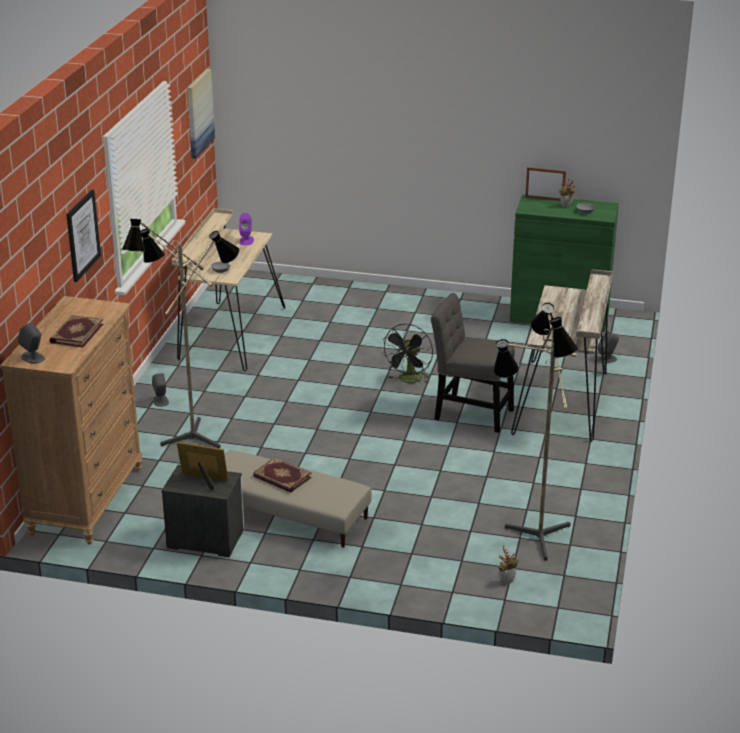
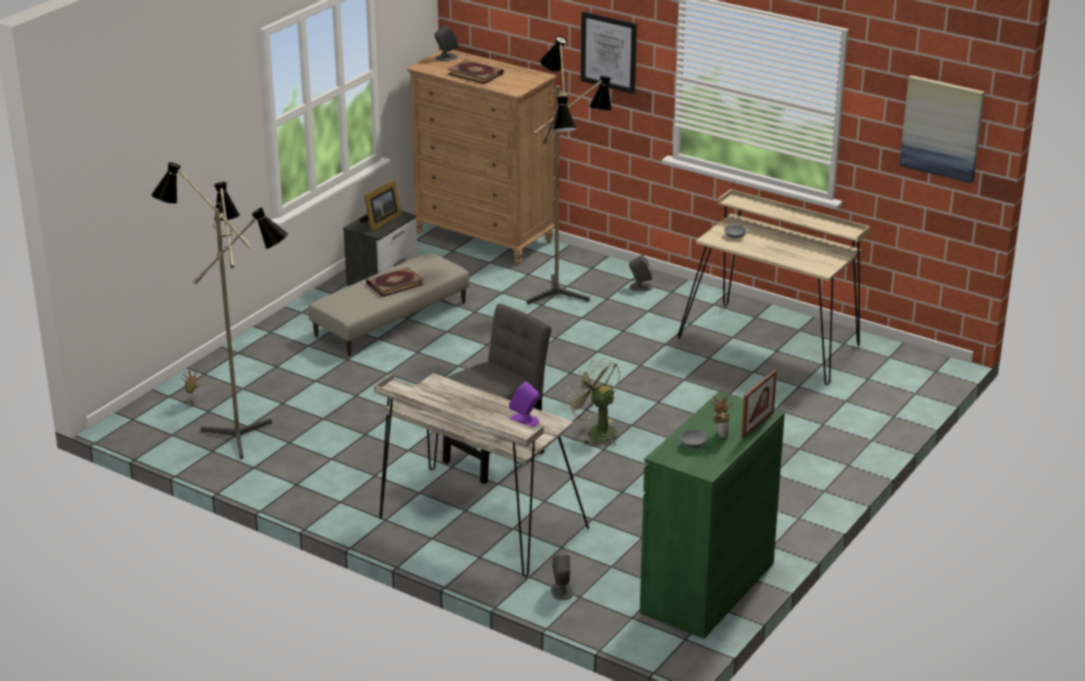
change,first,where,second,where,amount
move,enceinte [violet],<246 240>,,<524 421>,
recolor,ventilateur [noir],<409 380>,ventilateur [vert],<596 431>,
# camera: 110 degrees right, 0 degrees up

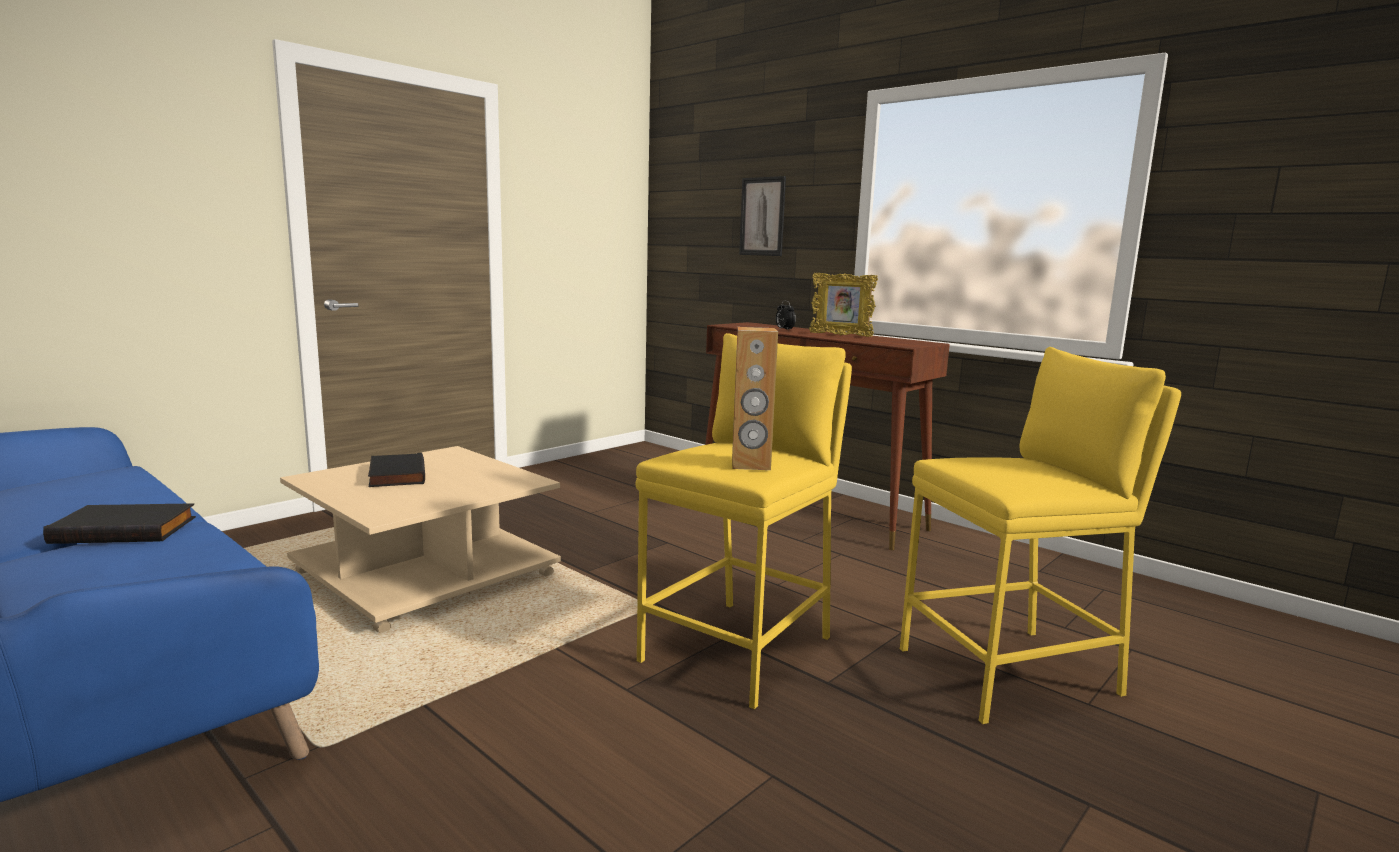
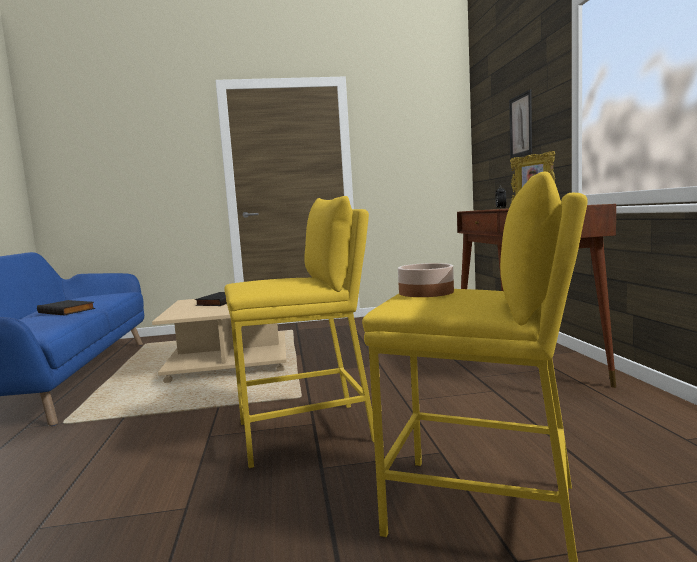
change,first,where,second,where,amount
insert,,,bol,<425 292>,
delete,enceinte [marron],<751 465>,,,
# camera: 40 degrees right, 5 degrees down

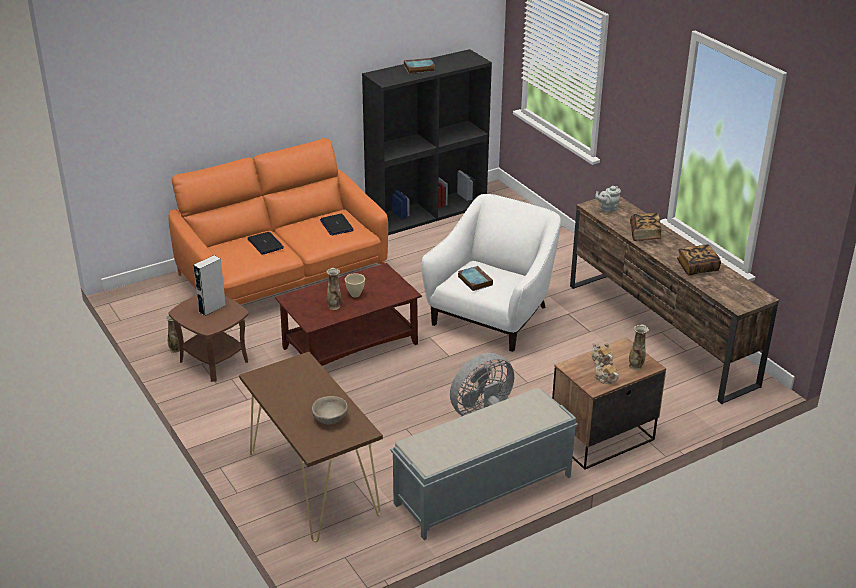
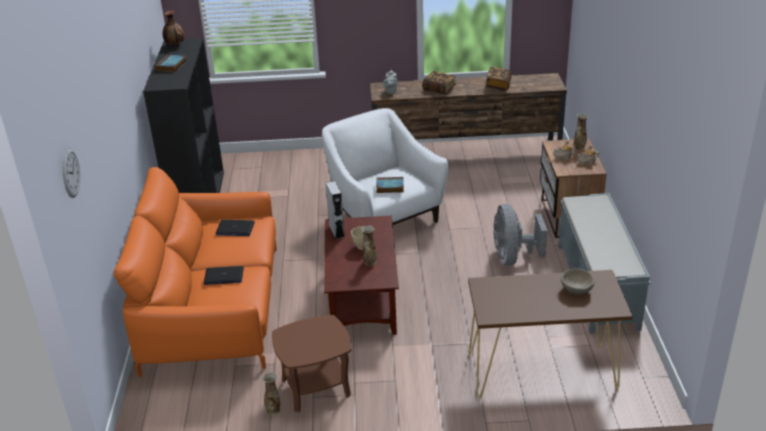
change,first,where,second,where,amount
insert,,,horloge murale,<70 173>,
insert,,,vase,<174 45>,
move,enceinte [gris],<212 308>,,<336 231>,
# camera: 60 degrees left, 0 degrees up

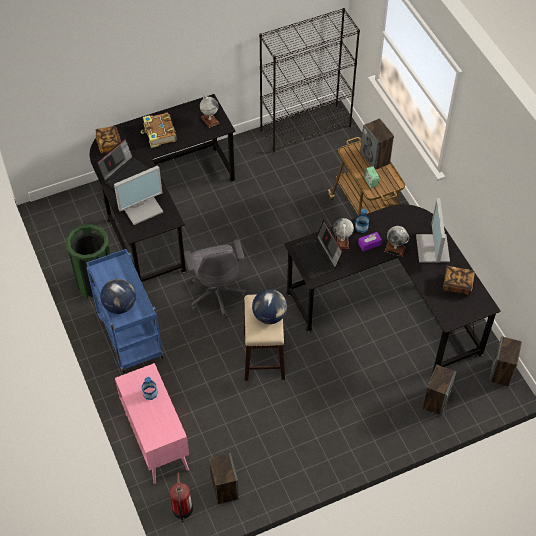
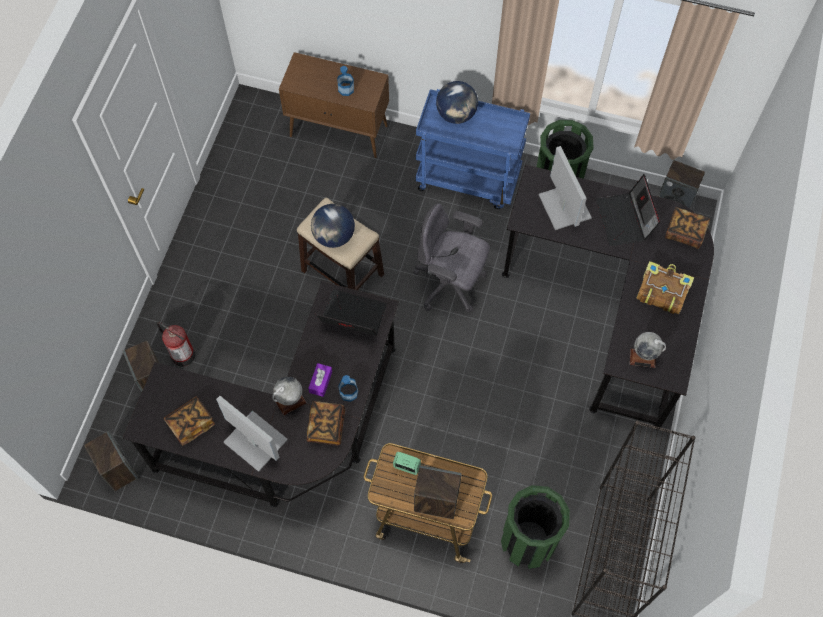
change,first,where,second,where,amount
move,extincteur,<182 510>,,<181 354>,
recolor,meuble de rangement [rose],<156 441>,meuble de rangement [marron],<339 131>,
insert,,,livre,<326 427>,
insert,,,poubelle [vert],<528 541>,
rotate,écran d'ordinateur,<142 207>,,<563 206>,150 degrees clockwise
move,enceinte,<224 488>,,<674 202>,
delete,globe,<342 241>,,,
# camera: 130 degrees right, 10 degrees up

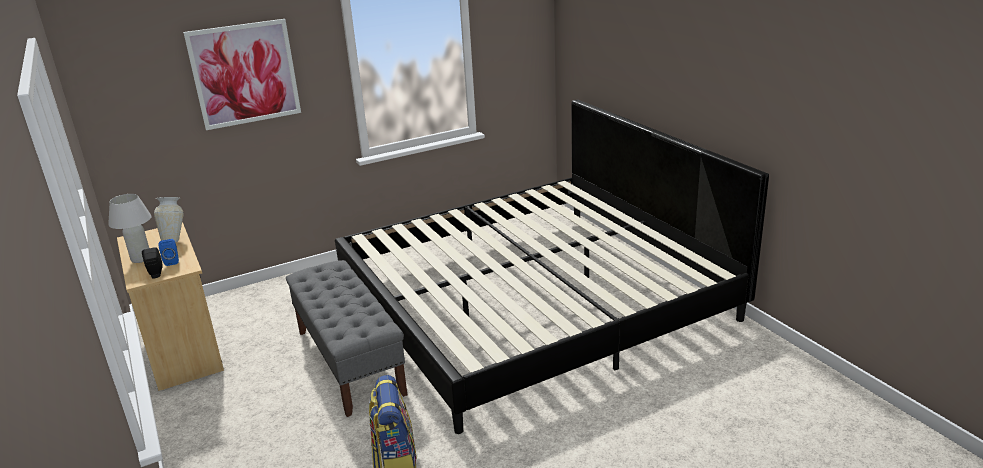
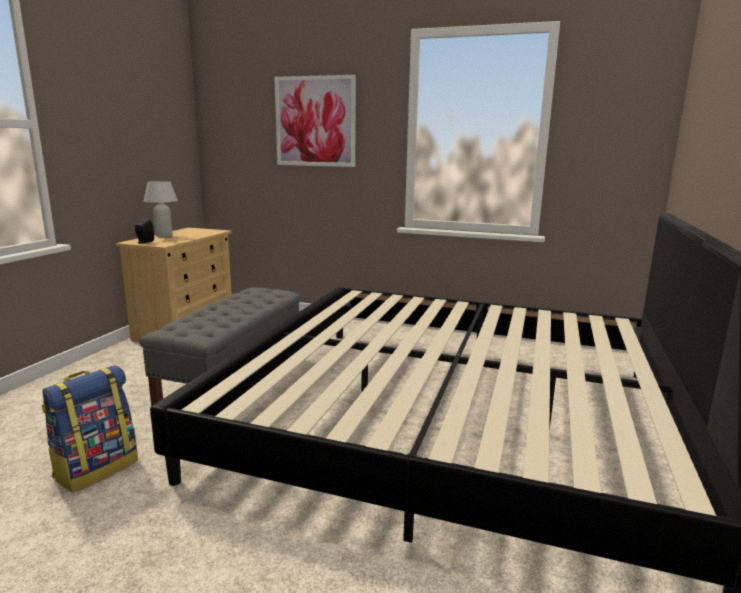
change,first,where,second,where,amount
delete,vase,<175 239>,,,
delete,enceinte [bleu],<172 261>,,,
# camera: 45 degrees right, 10 degrees down

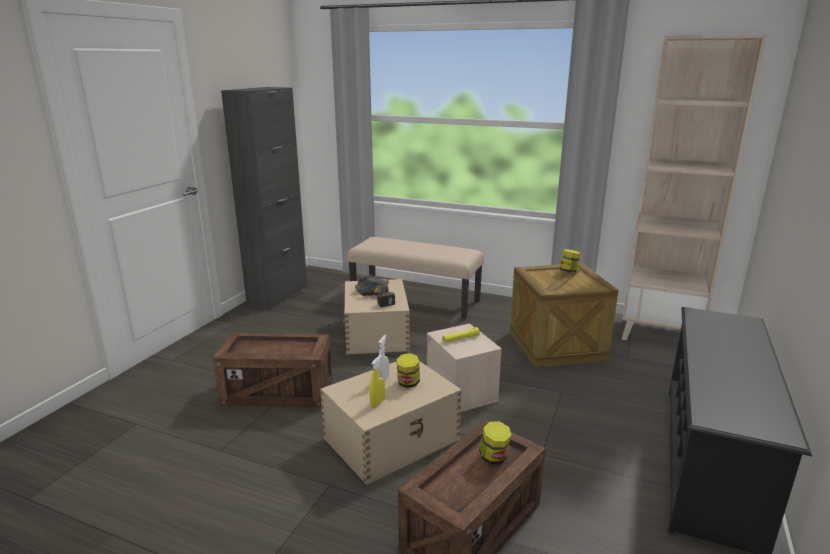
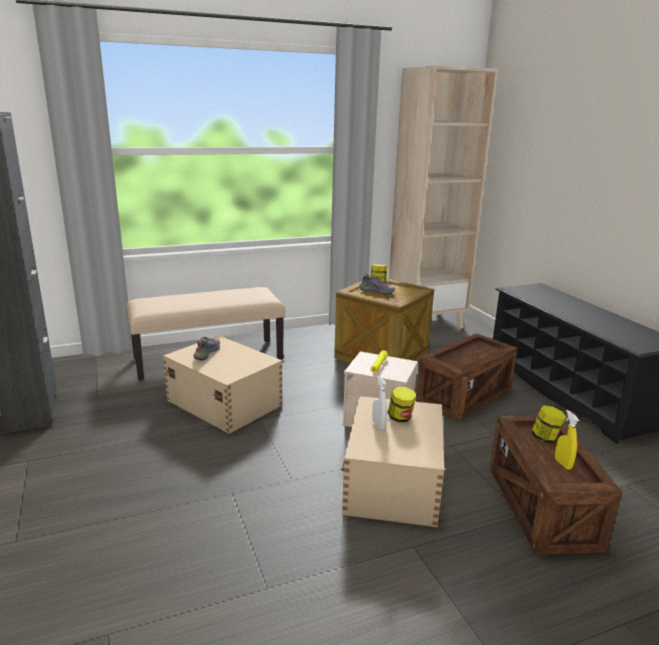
change,first,where,second,where,amount
insert,,,chaussure,<377 291>,
move,caisse,<278 392>,,<464 397>,
move,vaporisateur [jaune],<377 403>,,<563 464>,
delete,perceuse,<377 300>,,,
# camera: 45 degrees left, 0 degrees up

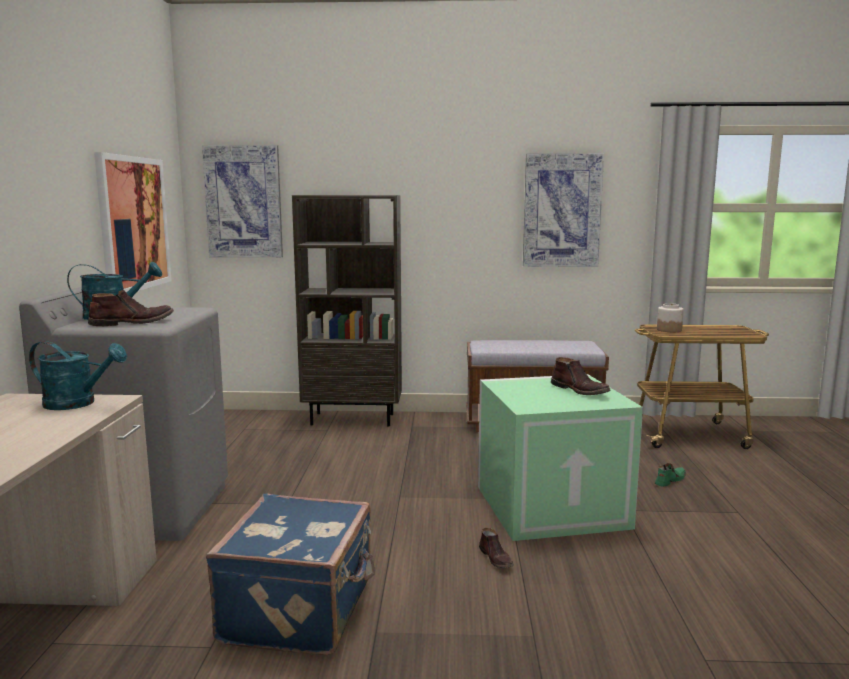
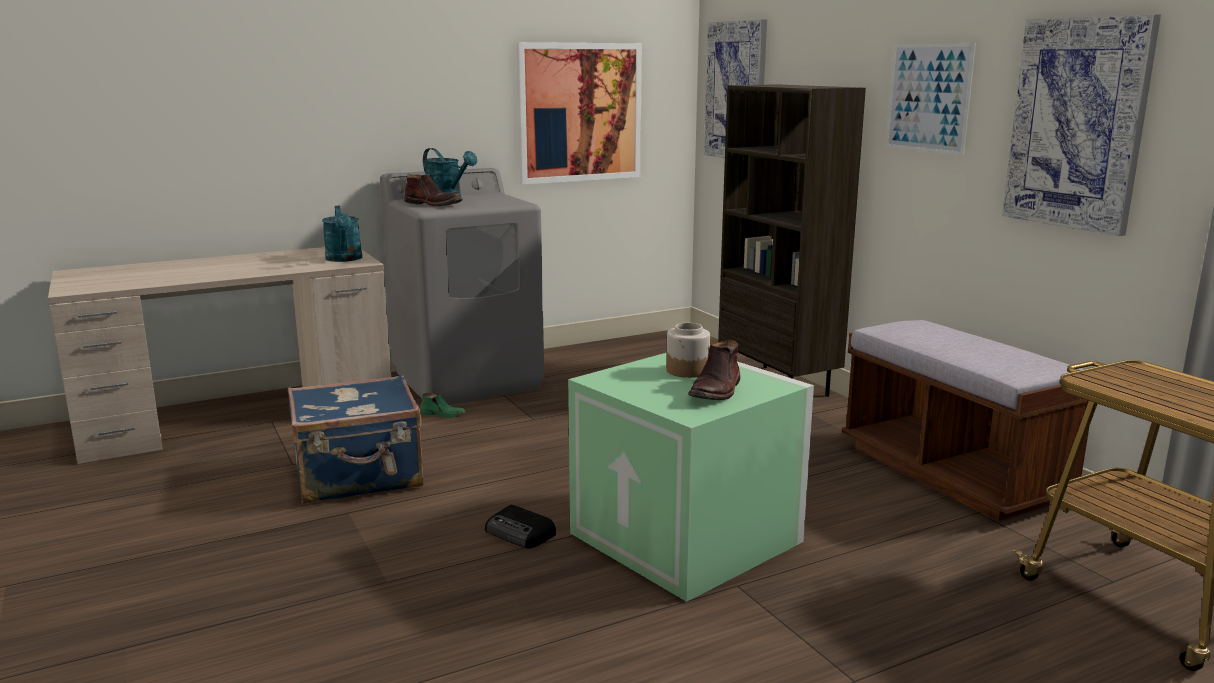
change,first,where,second,where,amount
move,chaussure [vert],<669 480>,,<443 414>,
replace,chaussure [marron],<496 559>,radio,<520 533>,
move,bocal,<669 330>,,<688 371>,
insert,,,tableau,<928 98>,
# camera: 60 degrees right, 5 degrees up

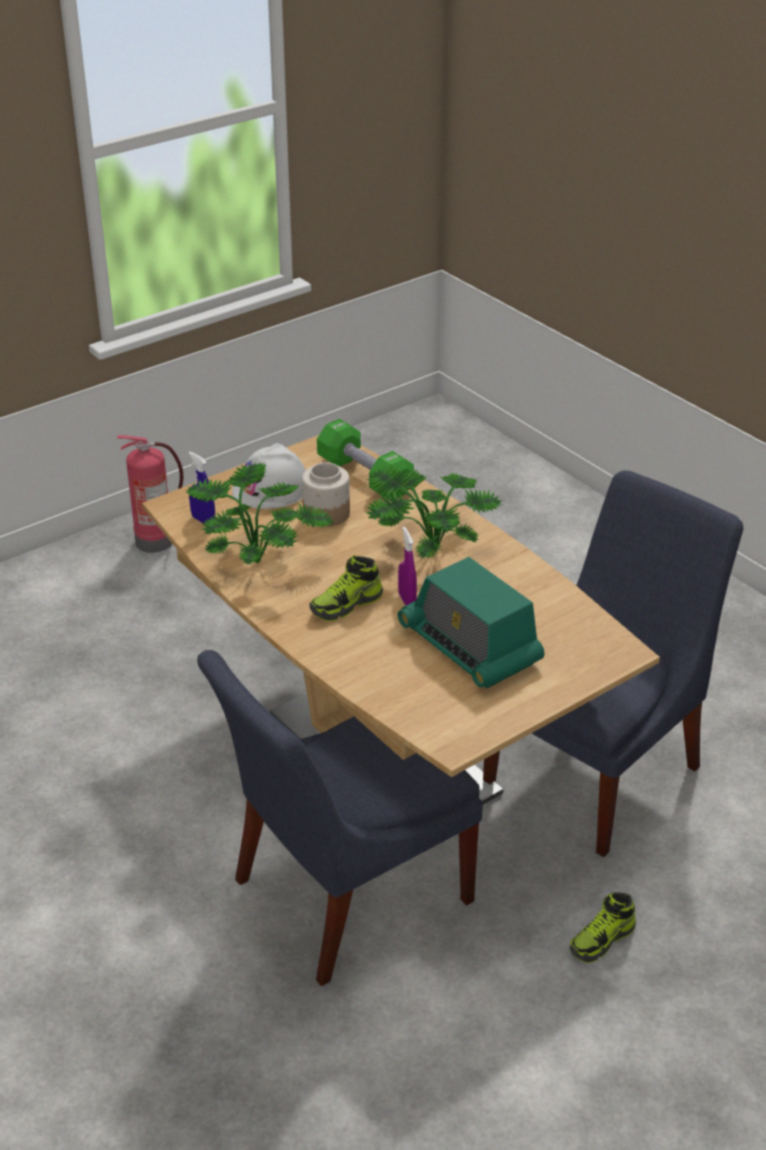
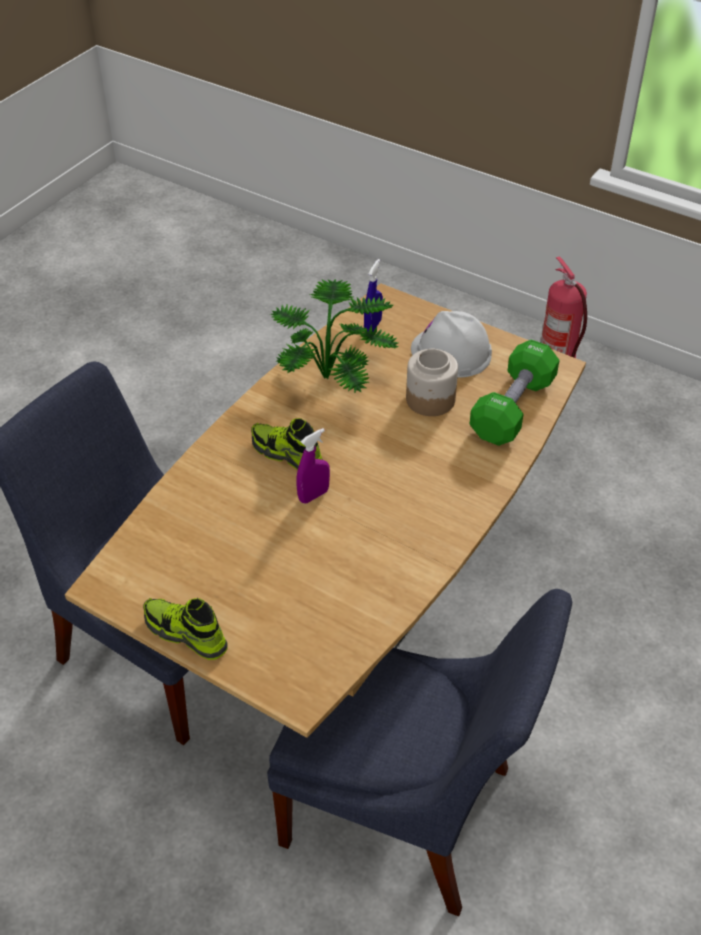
change,first,where,second,where,amount
move,chaussure,<602 940>,,<185 634>,
delete,plante en pot,<427 547>,,,
delete,radio,<470 646>,,,
# camera: 70 degrees right, 10 degrees up

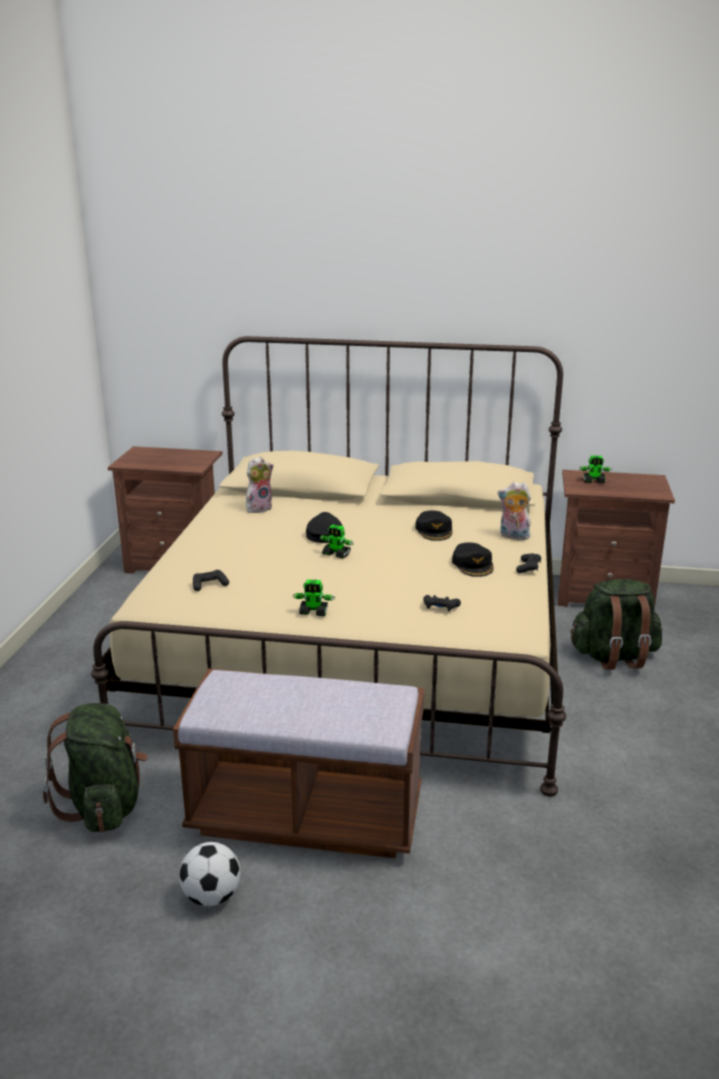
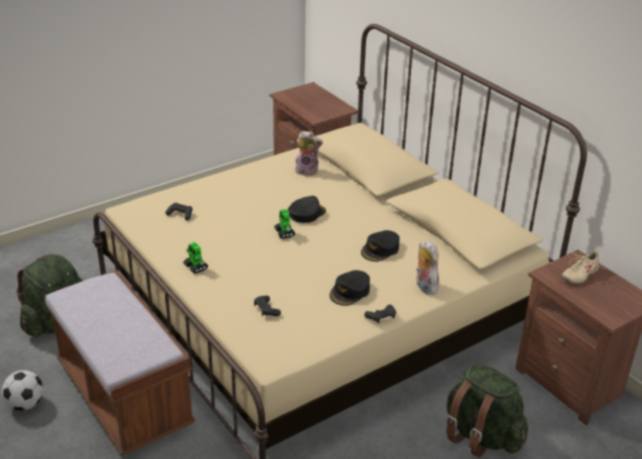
change,first,where,second,where,amount
replace,robot jouet,<594 481>,chaussure [beige],<579 274>,
# camera: 45 degrees right, 10 degrees up

